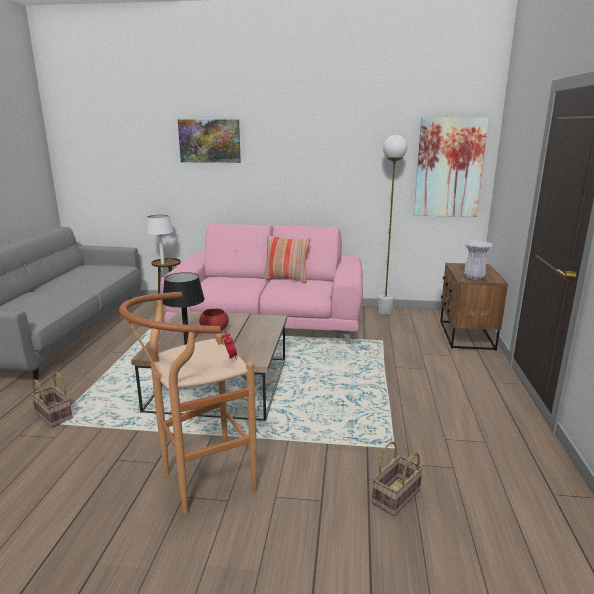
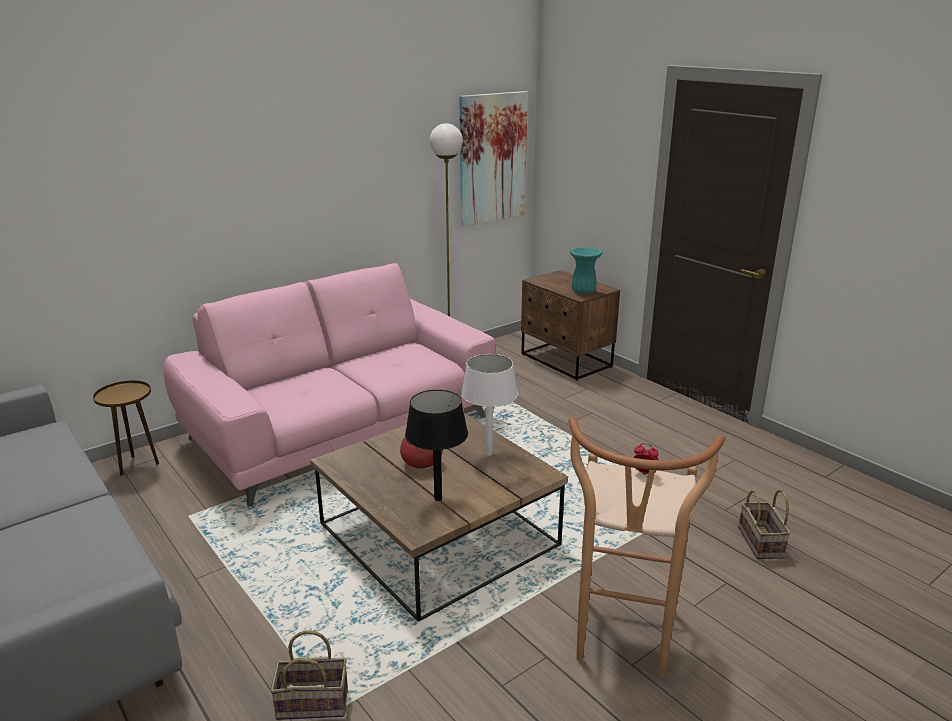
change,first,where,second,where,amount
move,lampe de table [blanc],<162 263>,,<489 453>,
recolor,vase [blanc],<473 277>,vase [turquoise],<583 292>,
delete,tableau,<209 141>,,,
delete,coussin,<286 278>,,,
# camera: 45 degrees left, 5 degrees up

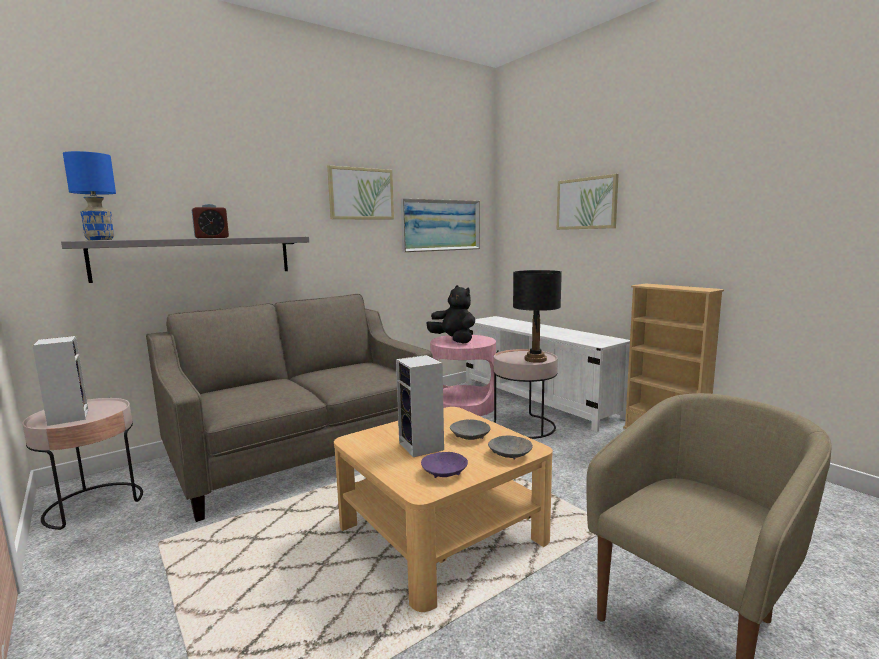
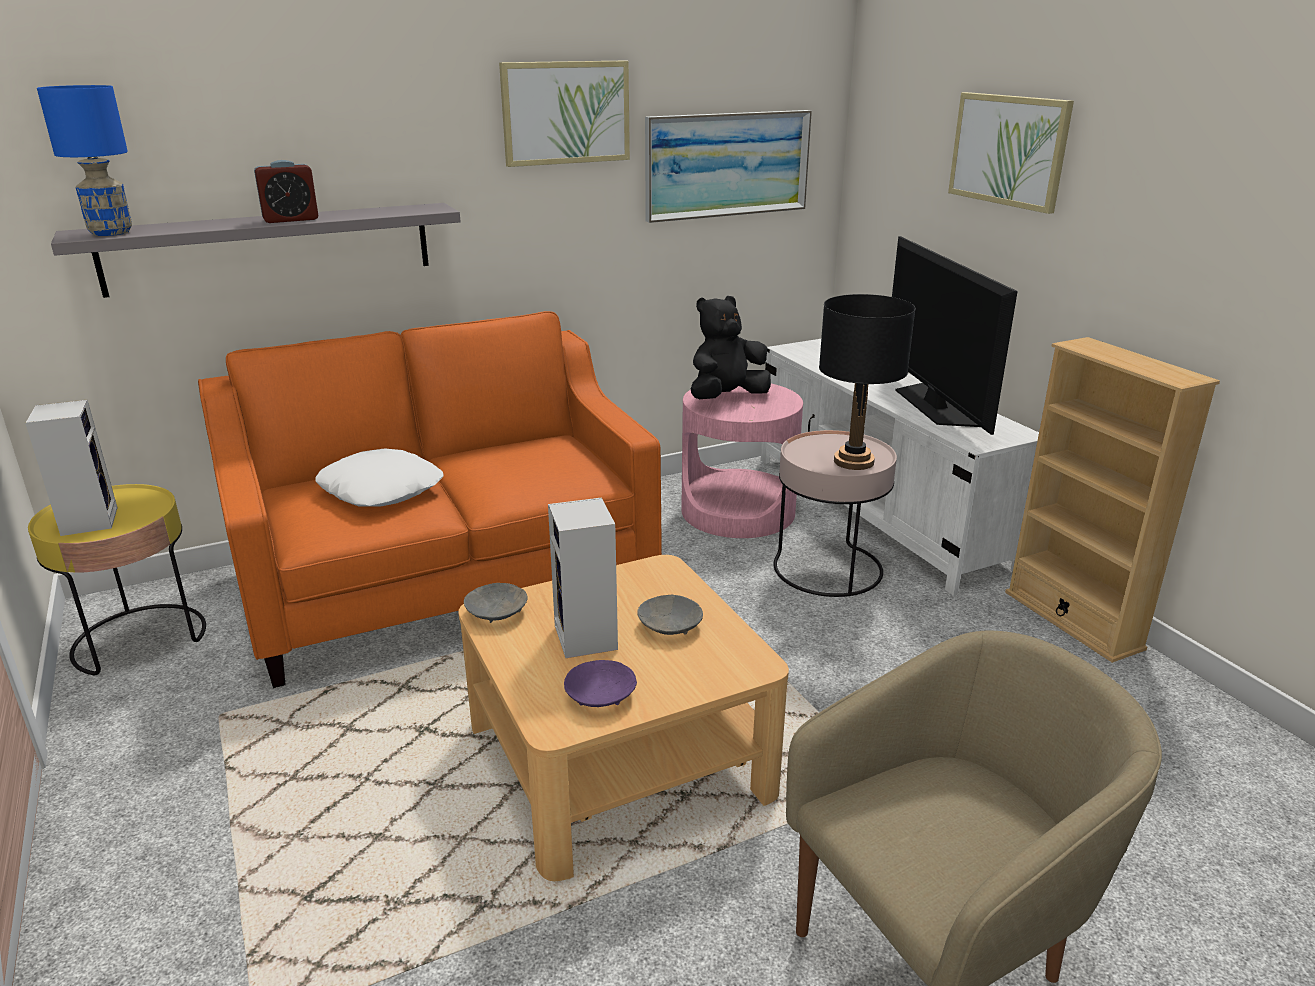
change,first,where,second,where,amount
recolor,table d'appoint [rose],<95 505>,table d'appoint [jaune],<140 639>,
recolor,canapé [beige],<302 452>,canapé [orange],<447 580>,
insert,,,coussin [blanc],<382 489>,
move,bol [gris],<510 454>,,<497 612>,
rotate,peluche [noir],<454 340>,,<726 397>,90 degrees counterclockwise
insert,,,téléviseur,<935 405>,
# camera: 10 degrees right, 15 degrees up

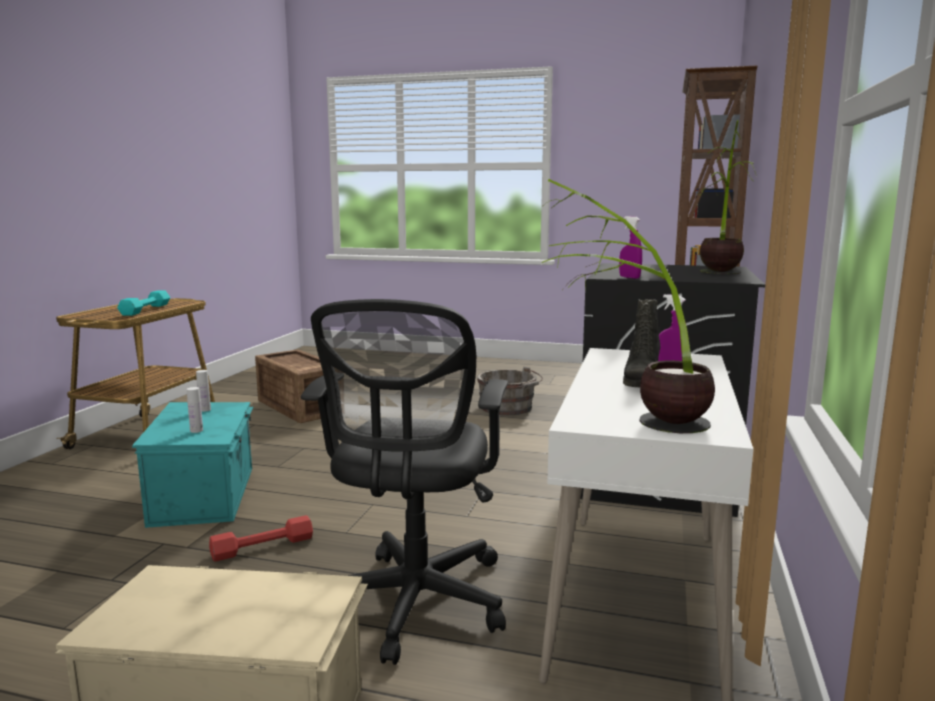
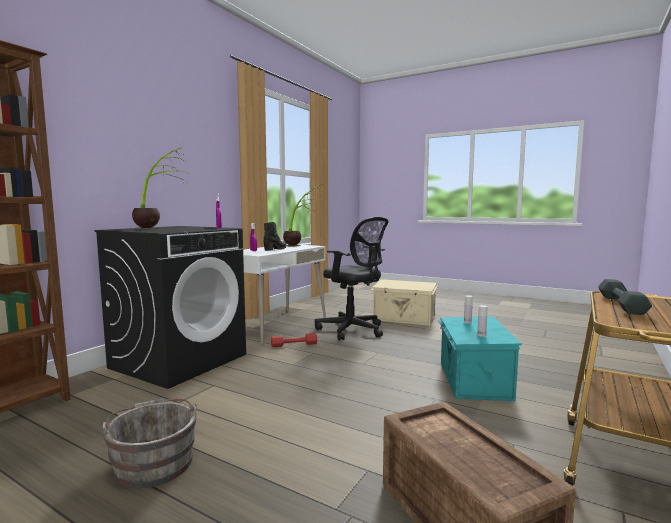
change,first,where,second,where,amount
move,haltère [rouge],<262 547>,,<294 345>,
rotate,chaise de bureau [noir],<414 606>,,<353 330>,105 degrees clockwise
recolor,haltère [turquoise],<145 310>,haltère [gris],<621 304>,
# camera: 165 degrees left, 5 degrees down

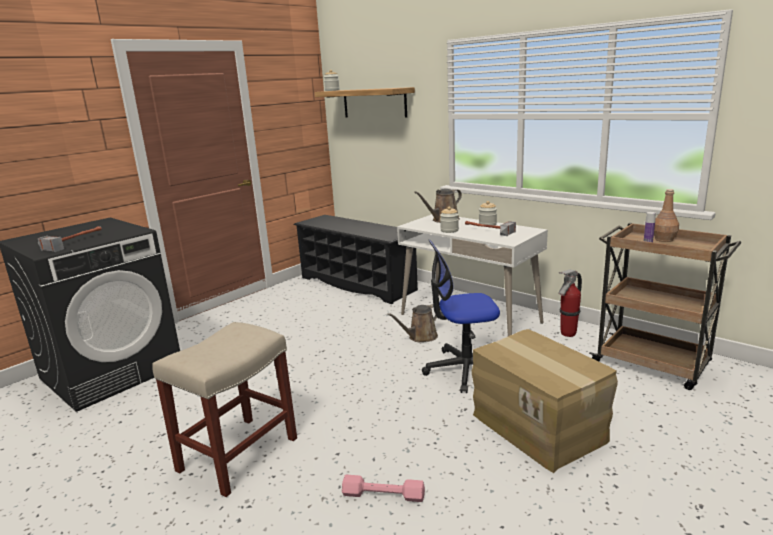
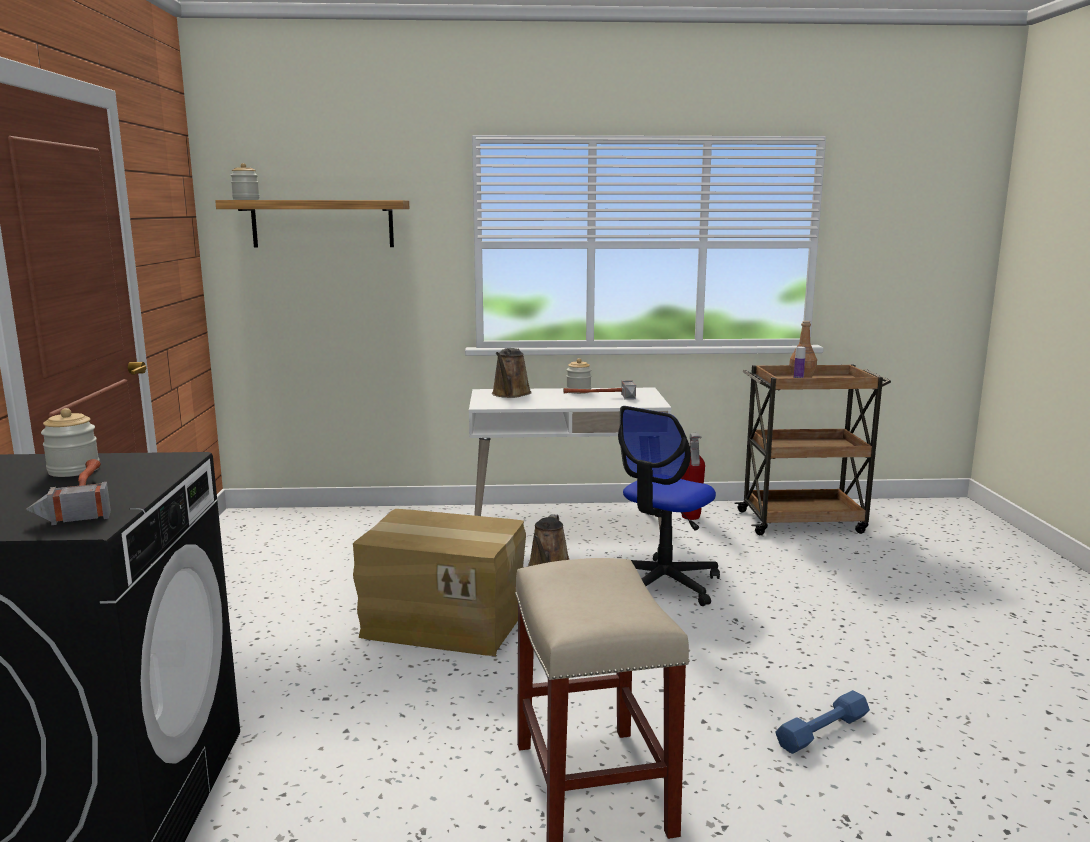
change,first,where,second,where,amount
move,bocal,<449 230>,,<74 470>,
move,carton,<539 426>,,<445 622>,
recolor,haltère [rose],<383 495>,haltère [bleu],<822 731>,
delete,étagère à chaussures [noir],<358 284>,,,
# camera: 45 degrees left, 5 degrees down

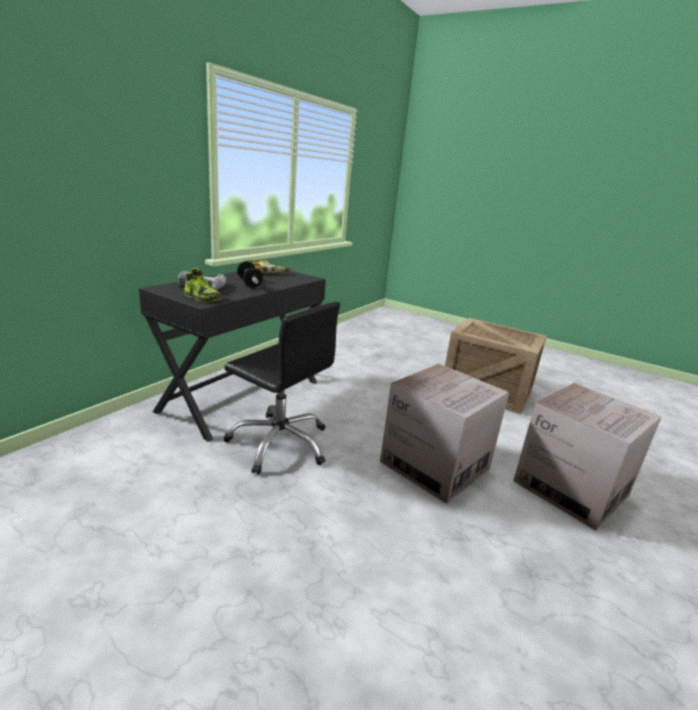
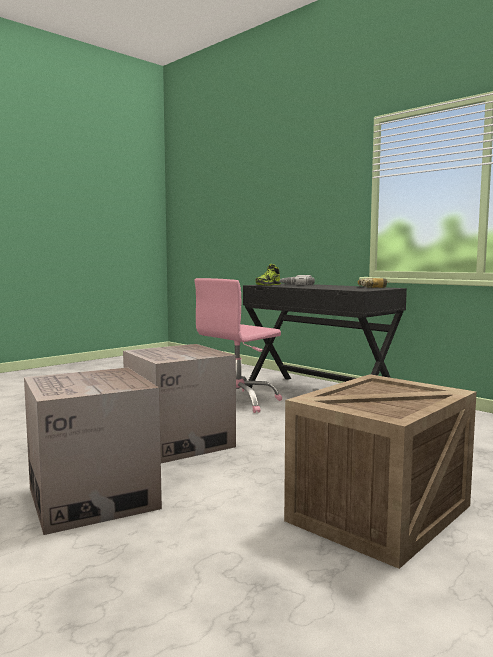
change,first,where,second,where,amount
recolor,chaise de bureau [noir],<280 443>,chaise de bureau [rose],<237 402>,
delete,haltère,<249 283>,,,
# camera: 105 degrees right, 15 degrees down

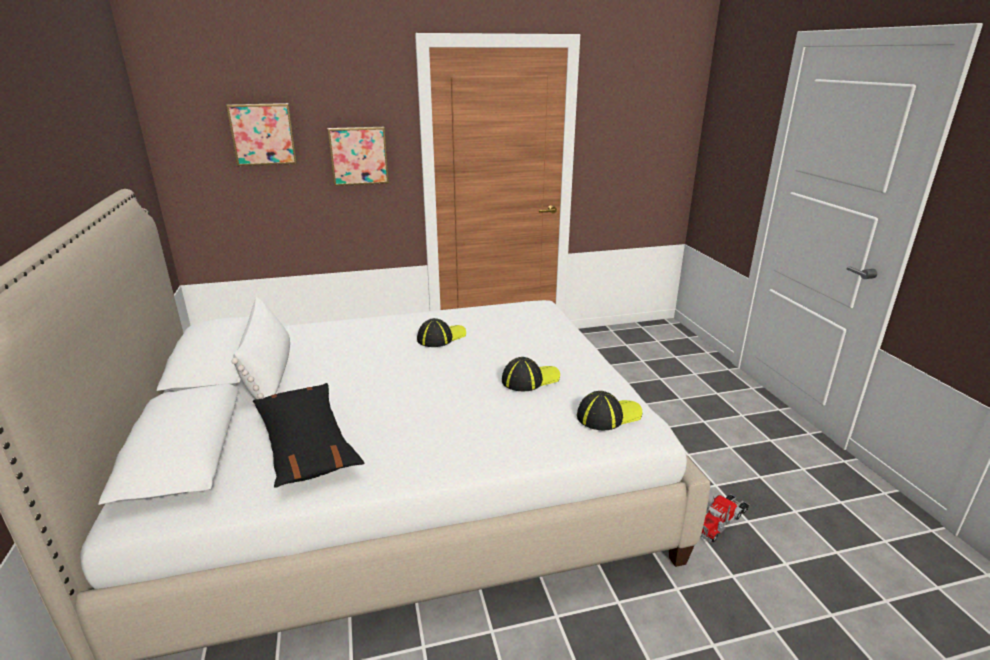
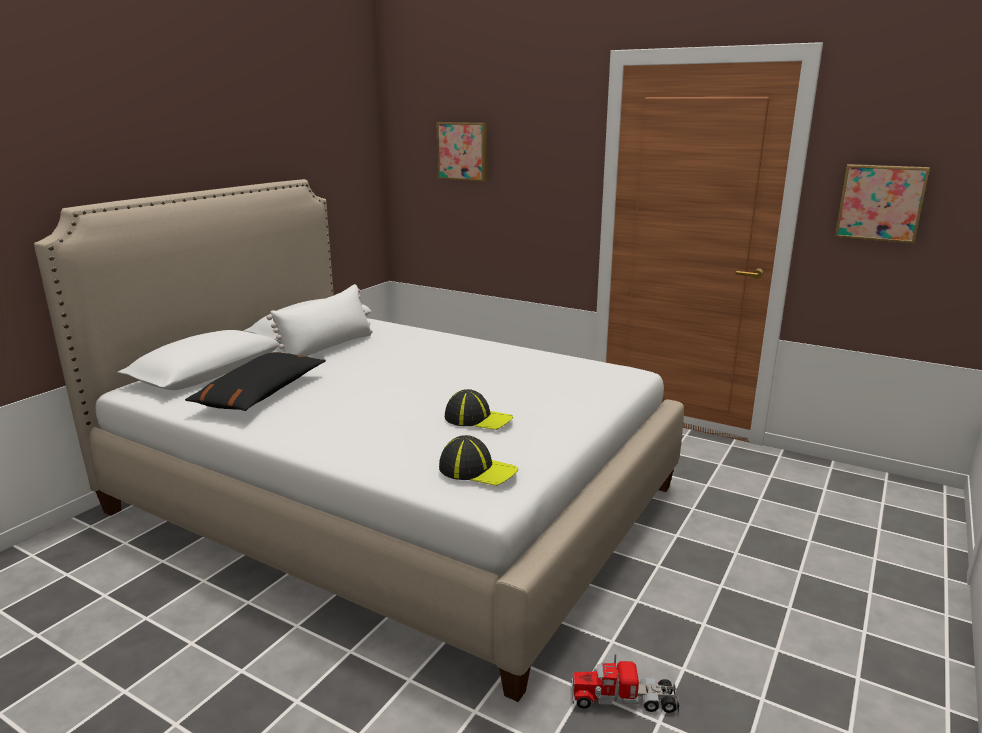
change,first,where,second,where,amount
move,tableau,<358 155>,,<880 202>,
delete,casquette,<441 337>,,,
# camera: 45 degrees right, 5 degrees down

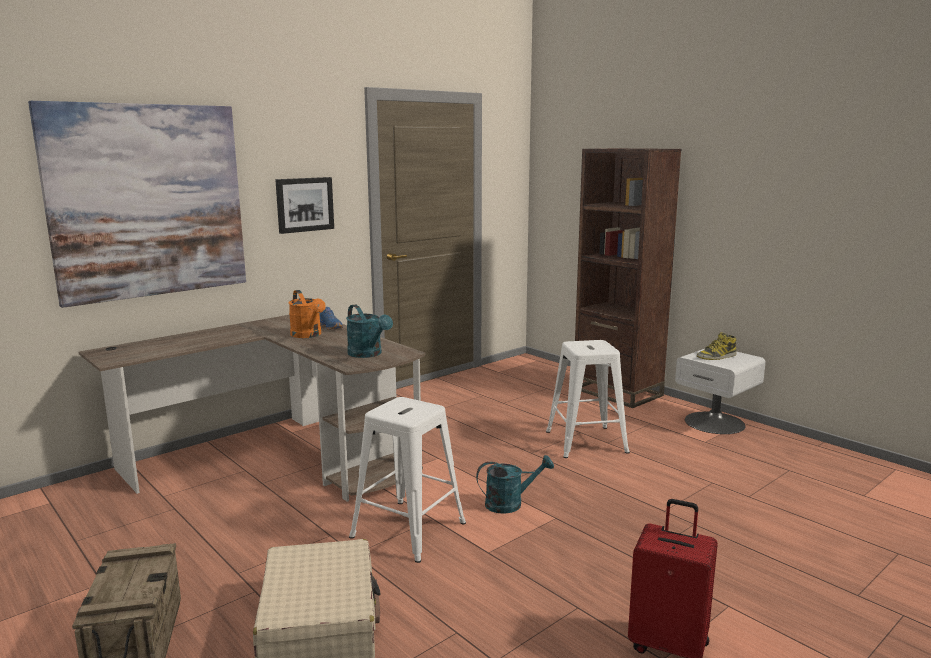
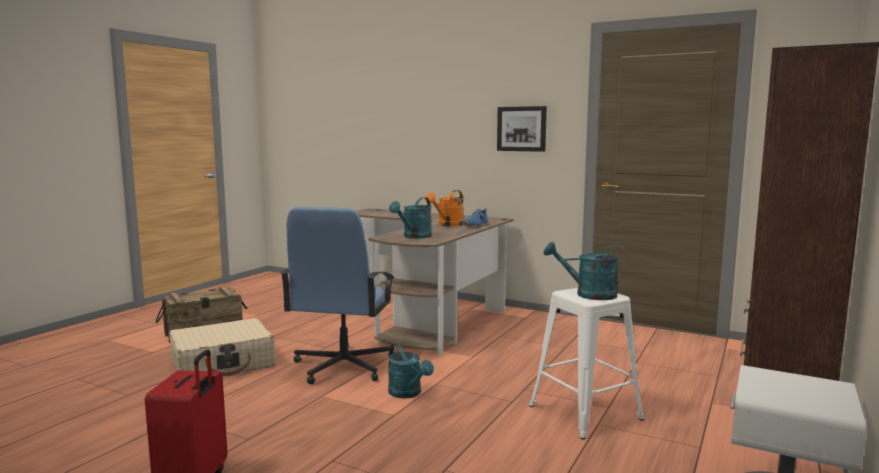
change,first,where,second,where,amount
replace,tabouret [blanc],<408 530>,chaise de bureau [bleu],<342 366>,
insert,,,arrosoir [turquoise],<588 294>,
delete,tableau,<148 201>,,,
delete,botte,<716 357>,,,
# camera: 70 degrees right, 5 degrees down

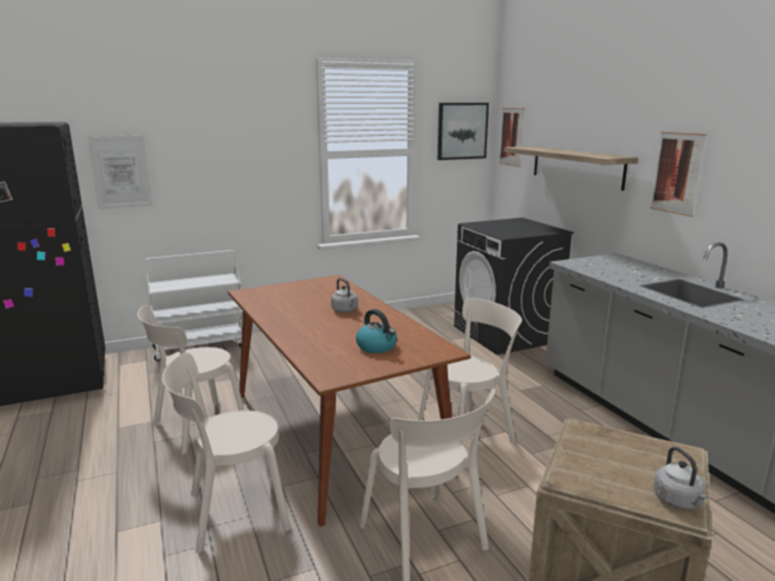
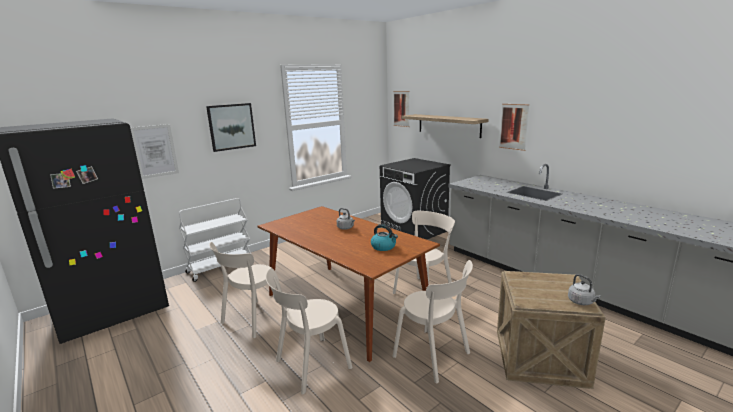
change,first,where,second,where,amount
move,tableau,<462 131>,,<231 126>,
# camera: 15 degrees left, 0 degrees up

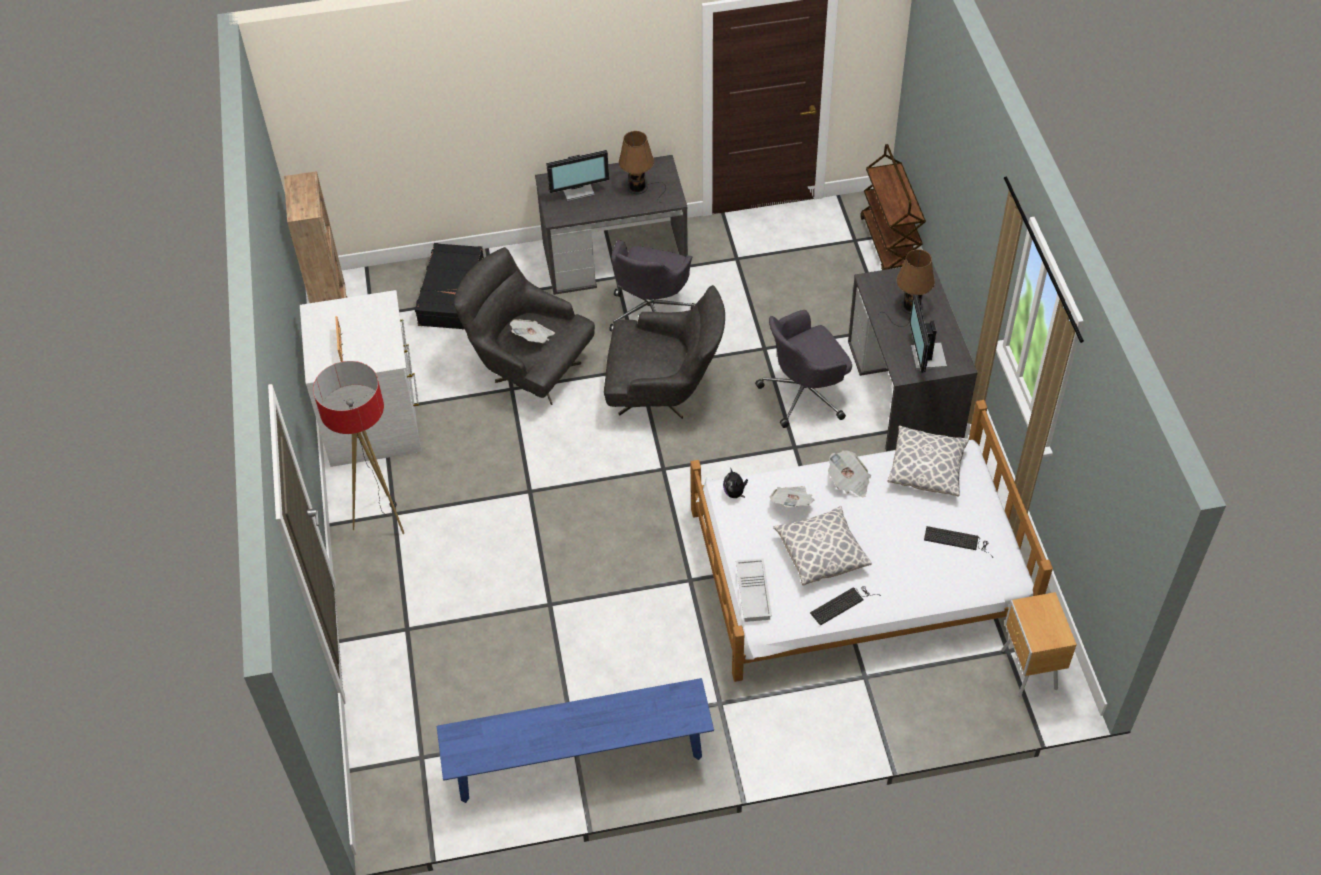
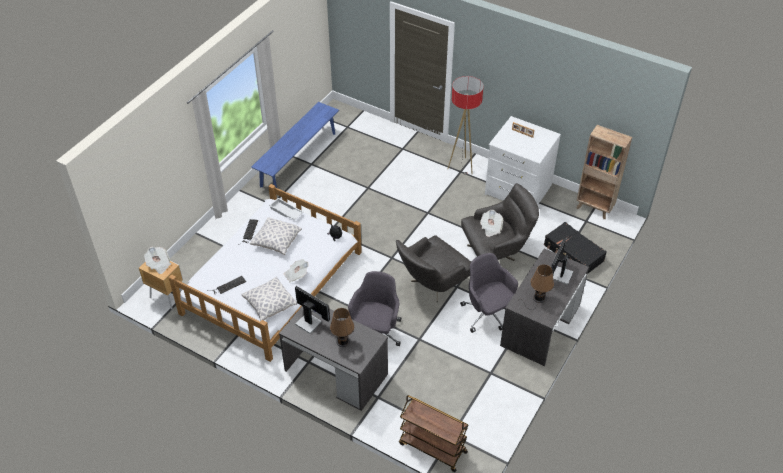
change,first,where,second,where,amount
move,journal,<792 503>,,<159 264>,
# camera: 130 degrees right, 5 degrees down

